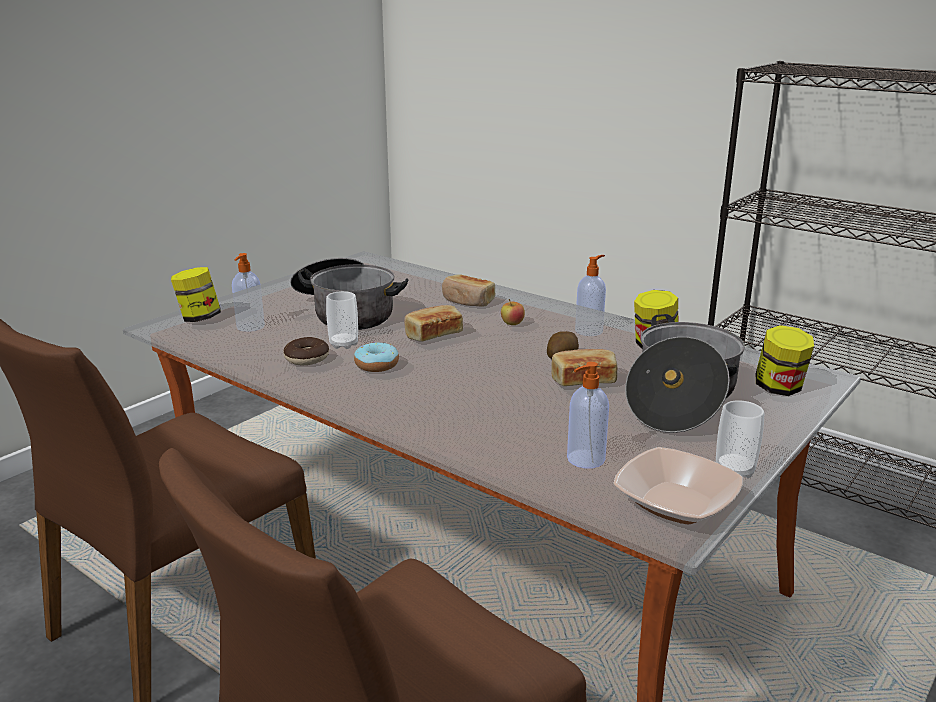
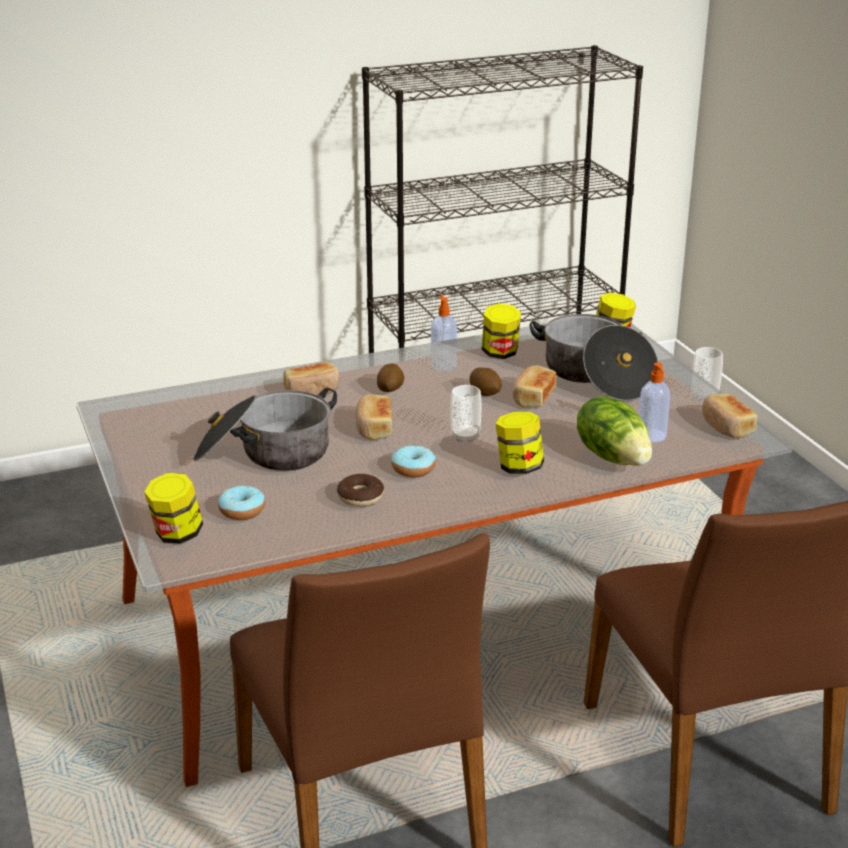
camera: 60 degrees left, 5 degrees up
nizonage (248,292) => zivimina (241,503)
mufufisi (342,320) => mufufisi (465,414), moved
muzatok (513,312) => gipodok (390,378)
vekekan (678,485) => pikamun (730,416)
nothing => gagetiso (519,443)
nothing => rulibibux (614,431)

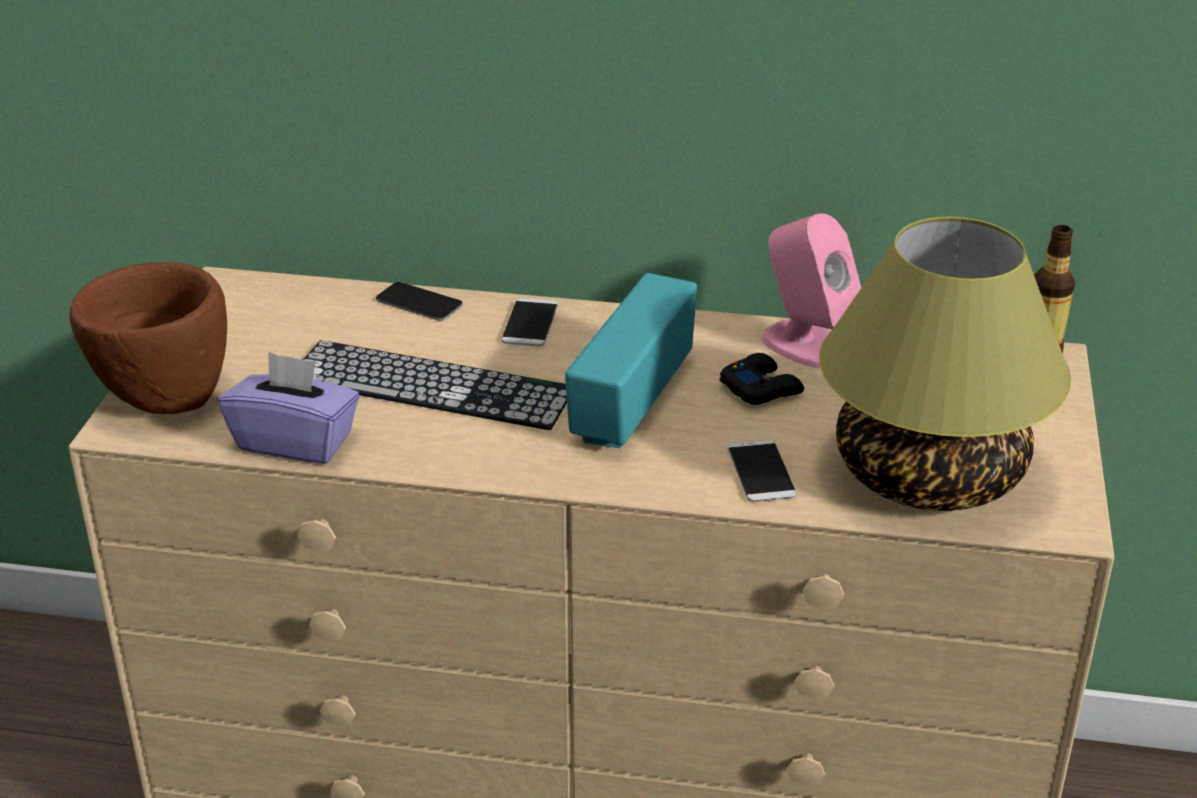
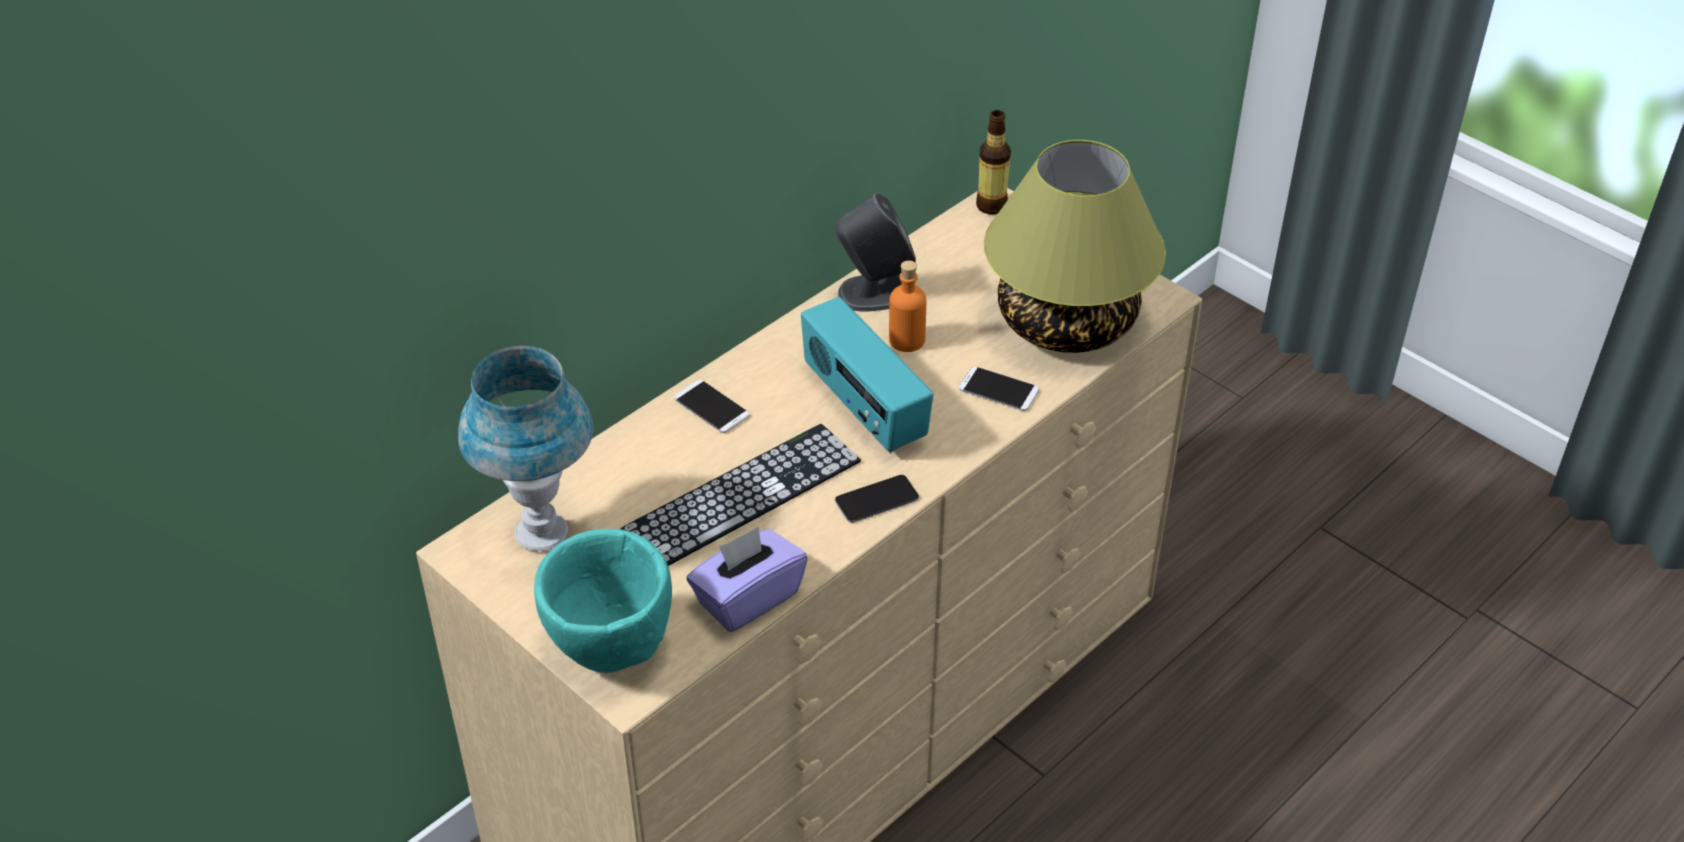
camera: 55 degrees left, 10 degrees up
vekekan (brown) (148,338) => vekekan (turquoise) (603,601)
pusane (419,301) => pusane (877,499), moved
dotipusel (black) (762,379) => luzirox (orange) (907,306)
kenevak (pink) (811,291) => kenevak (grey) (876,252)
nothing => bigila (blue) (525,448)

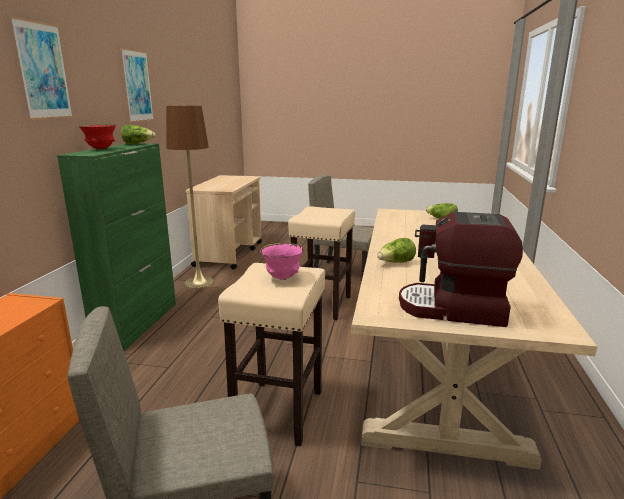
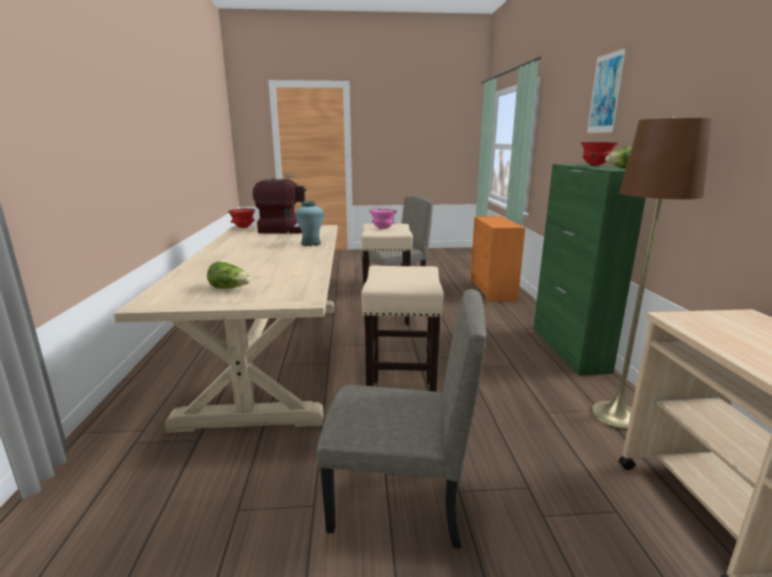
camera: 165 degrees right, 0 degrees up
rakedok (137,85) => nothing
rulibibux (396,250) => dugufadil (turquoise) (309,223)
nothing => vekekan (red) (241,218)

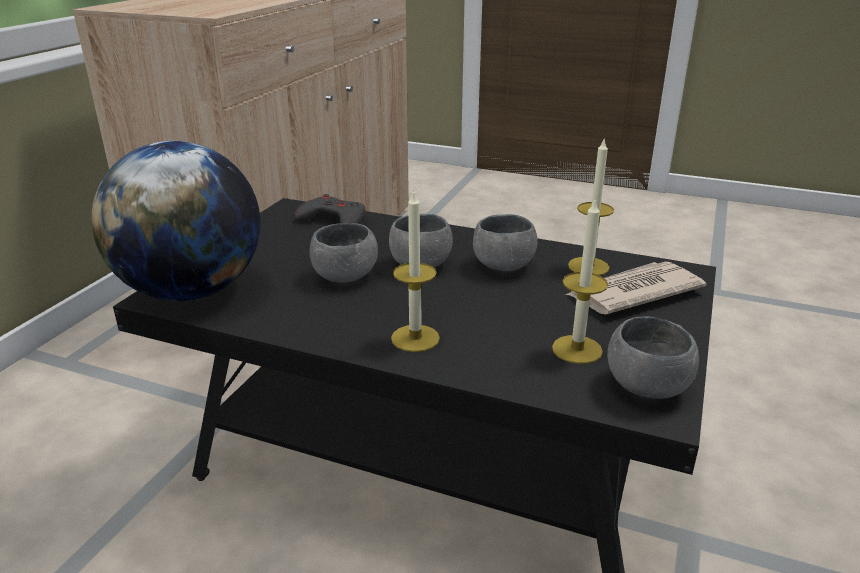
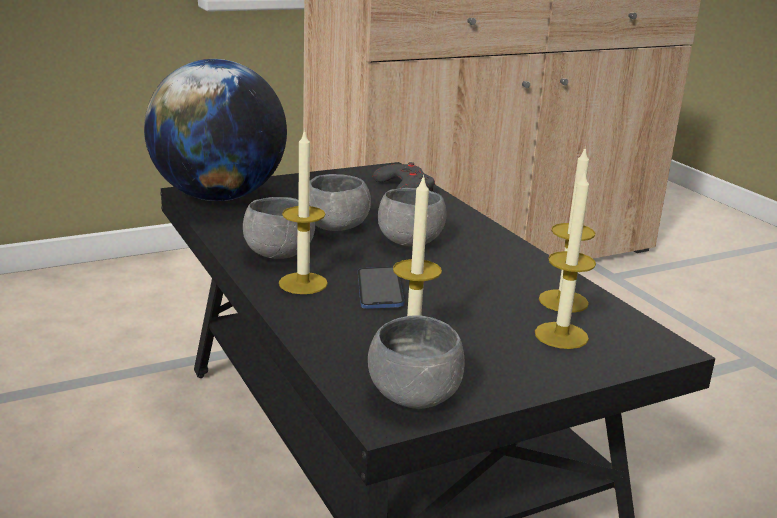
camera: 40 degrees right, 5 degrees down
vekekan (grey) (505,242) => vekekan (grey) (279,228), moved
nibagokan (635,288) => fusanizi (565,260)
nothing => pusane (381,288)

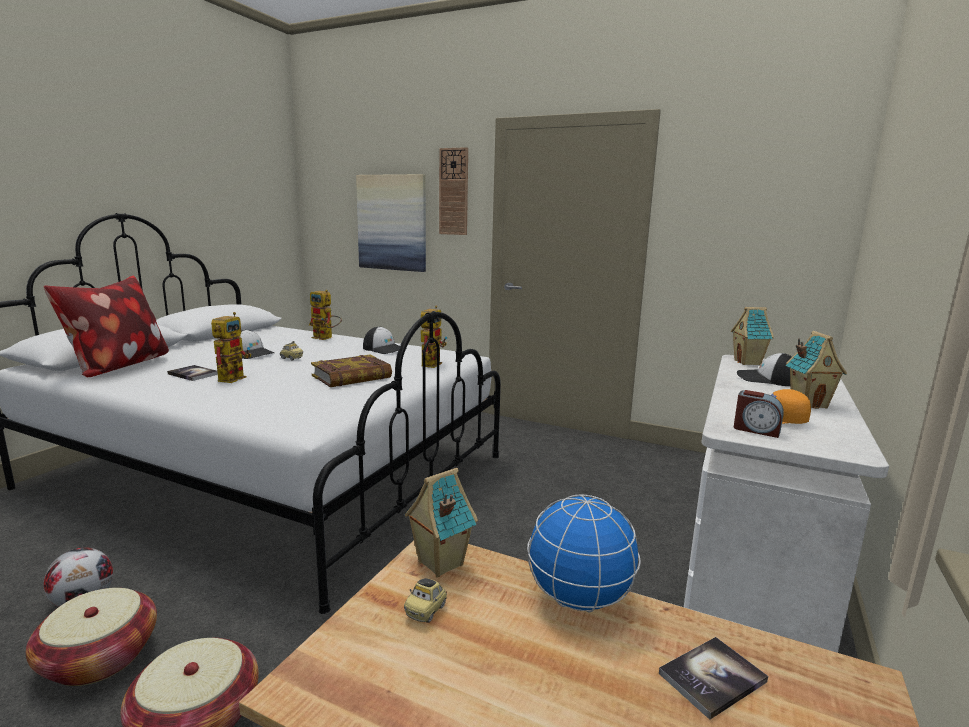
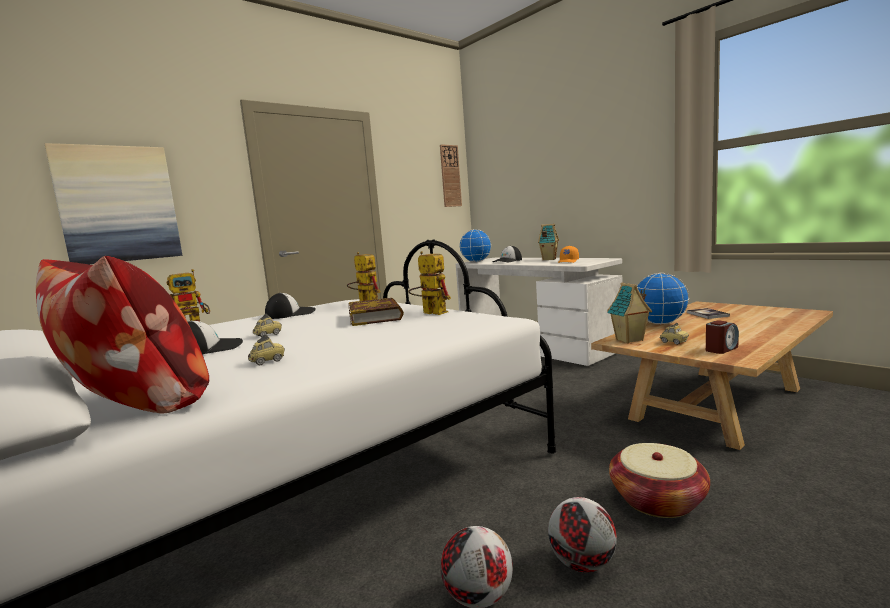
camera: 65 degrees left, 5 degrees down
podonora (91,637) => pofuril (582,534)
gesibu (192,373) => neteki (266,349)
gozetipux (231,347) => gozetipux (429,283), moved
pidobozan (453,191) => pidobozan (451,175), moved
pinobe (752,336) => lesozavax (476,245)
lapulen (759,414) => lapulen (722,337), moved

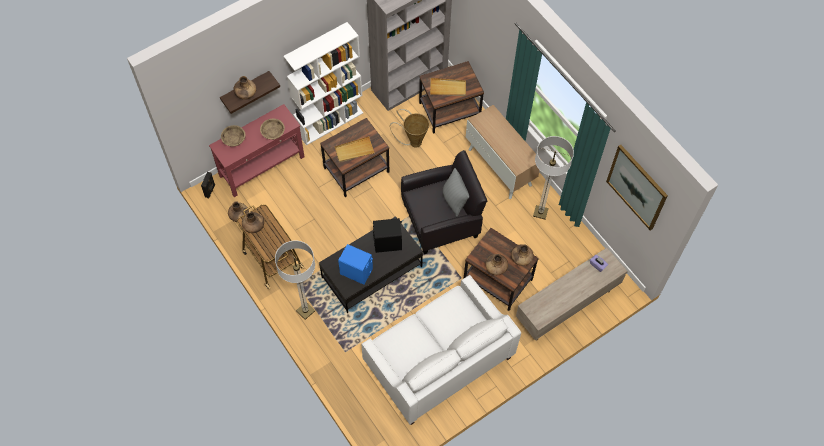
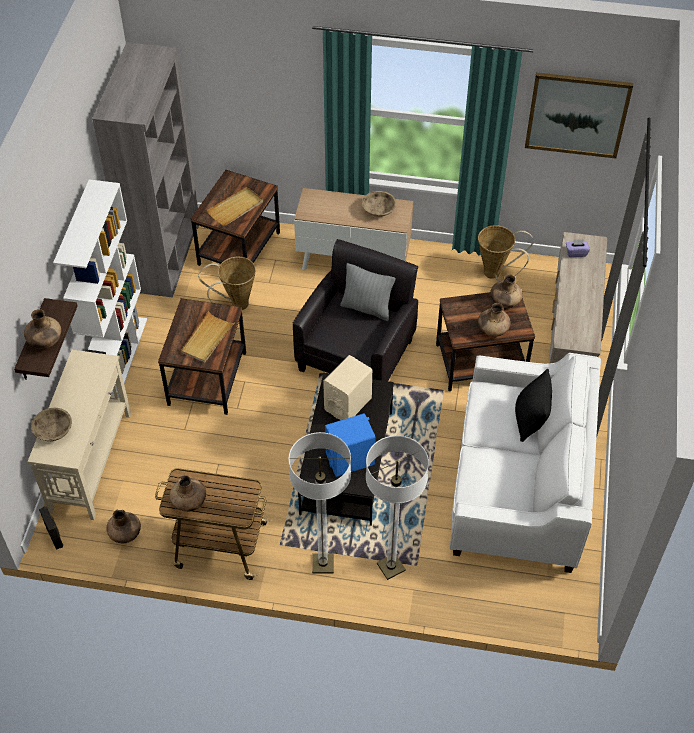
camera: 45 degrees left, 10 degrees down
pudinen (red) (256,150) => pudinen (beige) (79,435)
vekekan (beige) (272,129) => vekekan (beige) (379,204), moved
kenevak (black) (387,235) => kenevak (beige) (347,387)
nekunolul (553,178) => nekunolul (397,508), moved
nothing => podonora (506,253)
nothing => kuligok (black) (533,405)

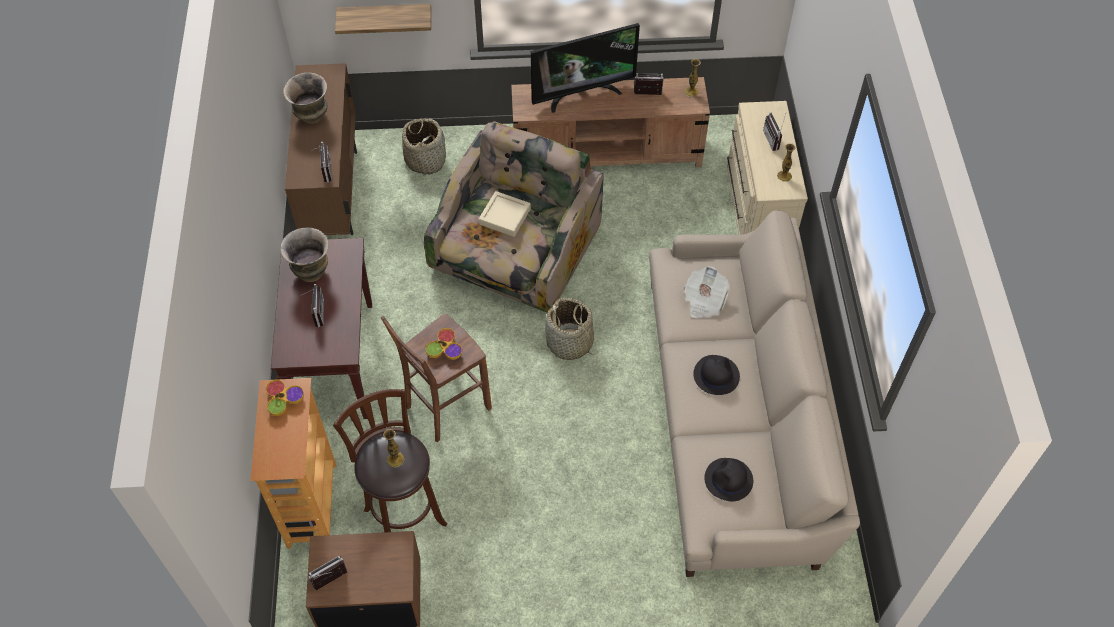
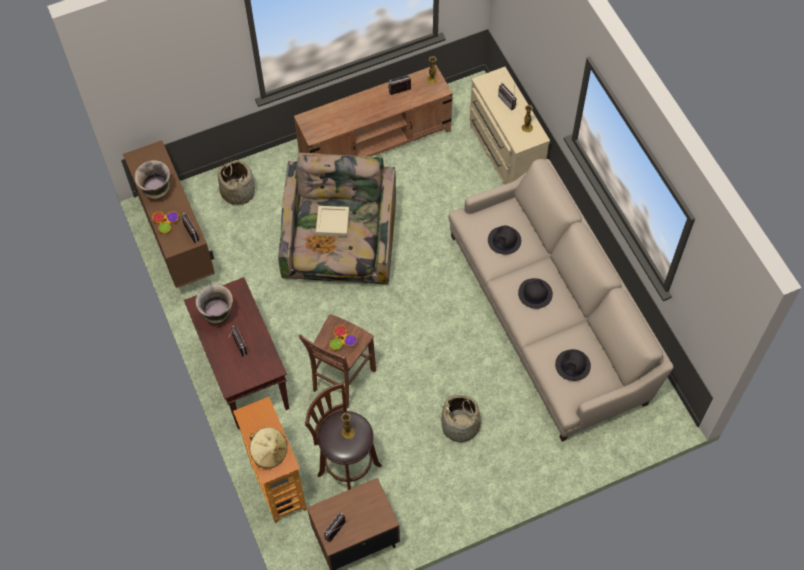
camera: 20 degrees left, 5 degrees up
vekekan (285,398) => vekekan (165,222), moved
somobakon (383,19) => nothing
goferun (585,68) => nothing
podonora (570,329) => podonora (463,419), moved
nibagokan (707,292) => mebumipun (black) (504,240)
nothing => mebumipun (beige) (268,447)

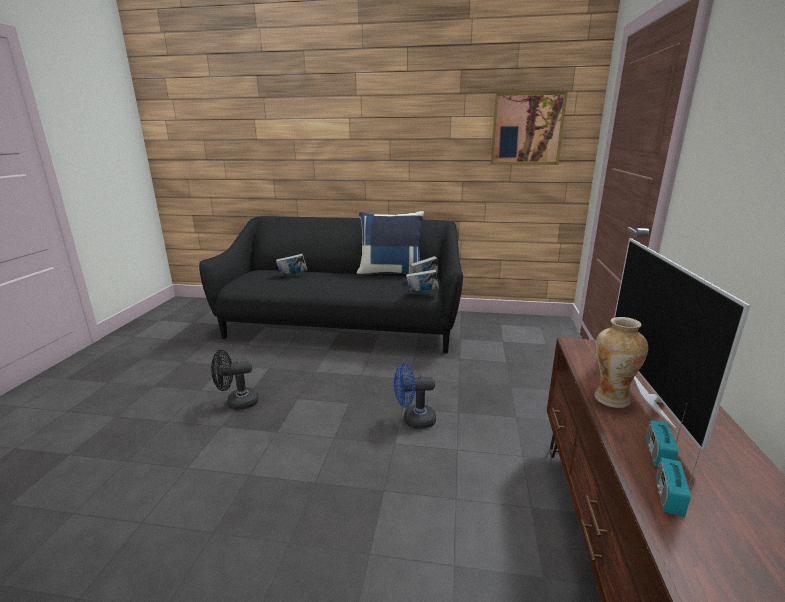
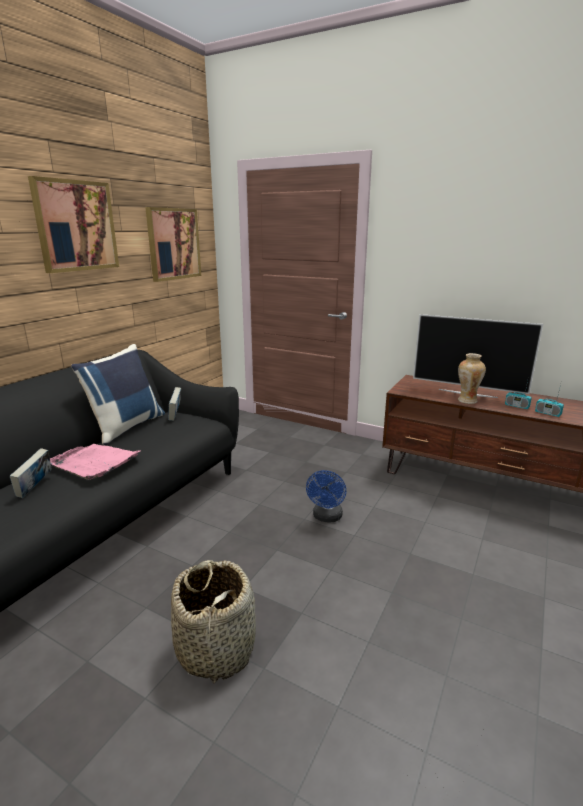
camera: 70 degrees left, 0 degrees up
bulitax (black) (235,380) => podonora (213,621)
gesibu (422,281) => nothing
nothing => rakedok (73,224)
nothing => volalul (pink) (95,462)

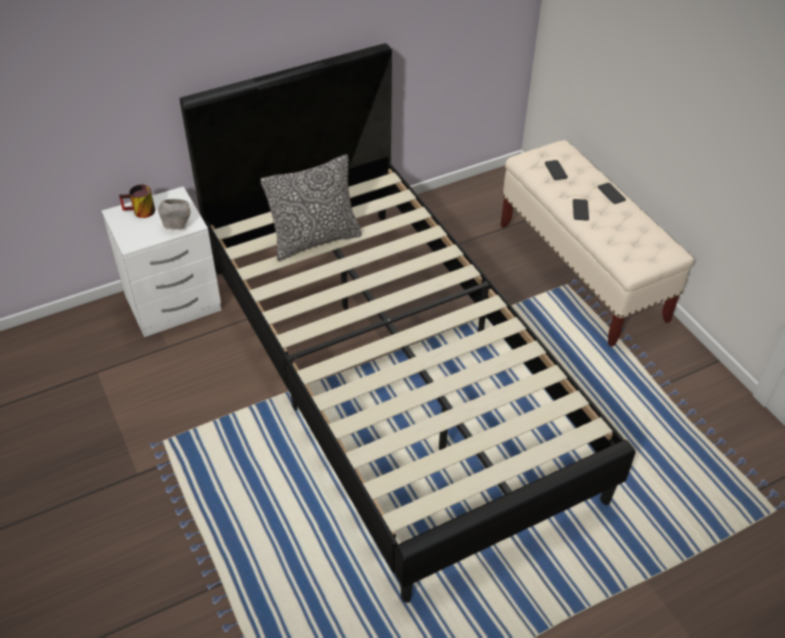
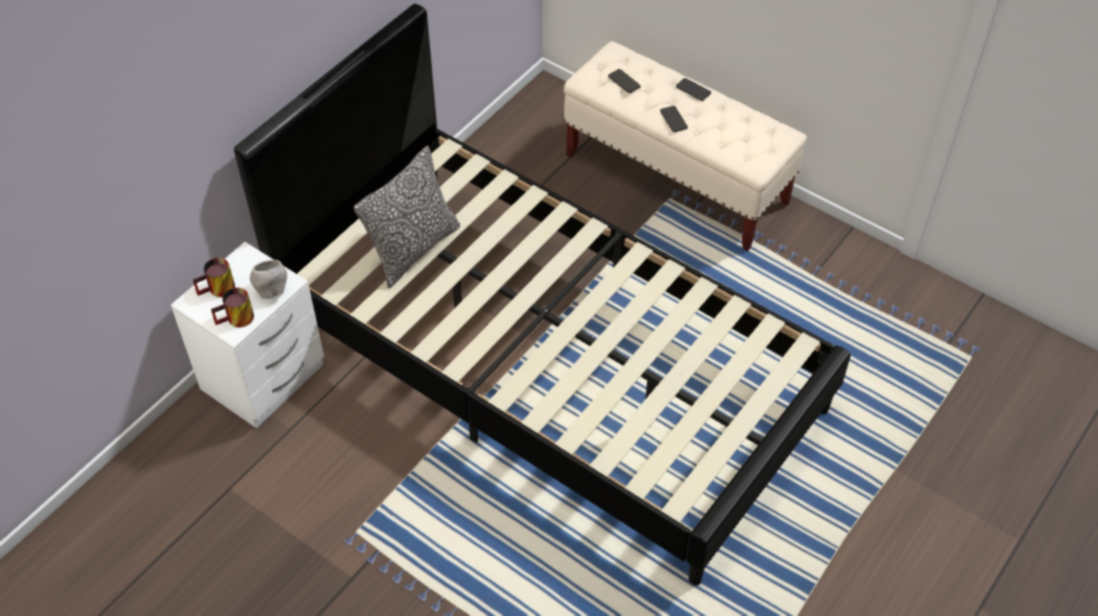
camera: 25 degrees left, 5 degrees up
nothing => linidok (232,307)

